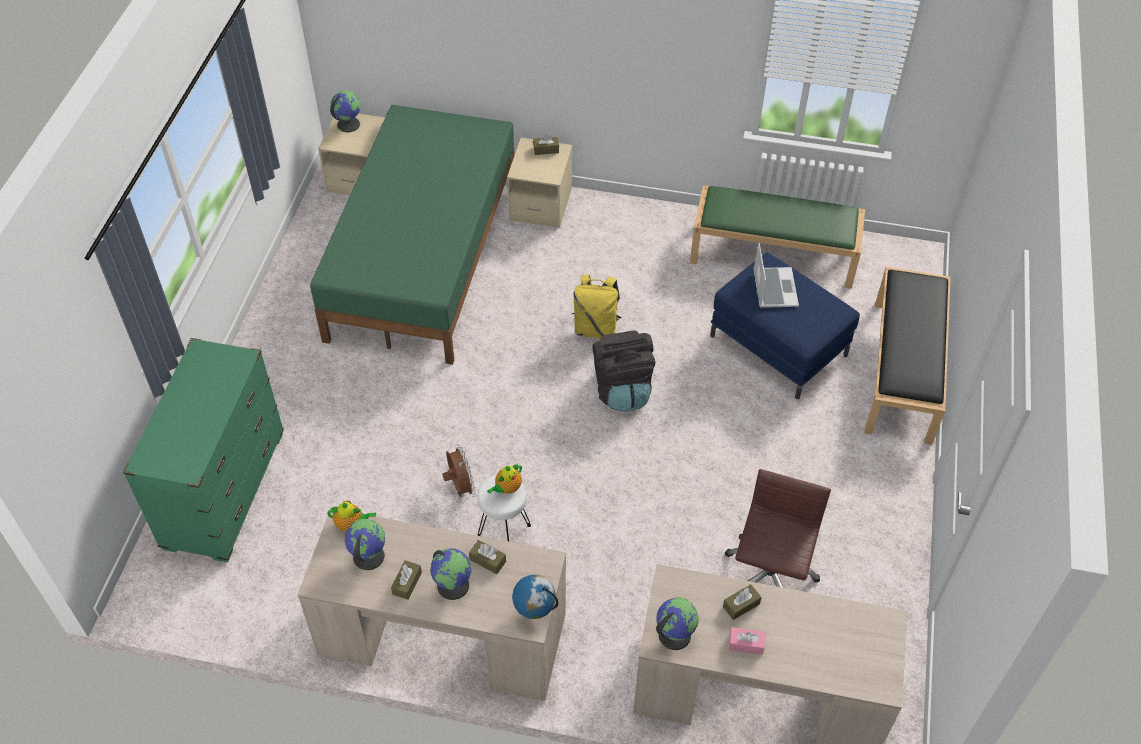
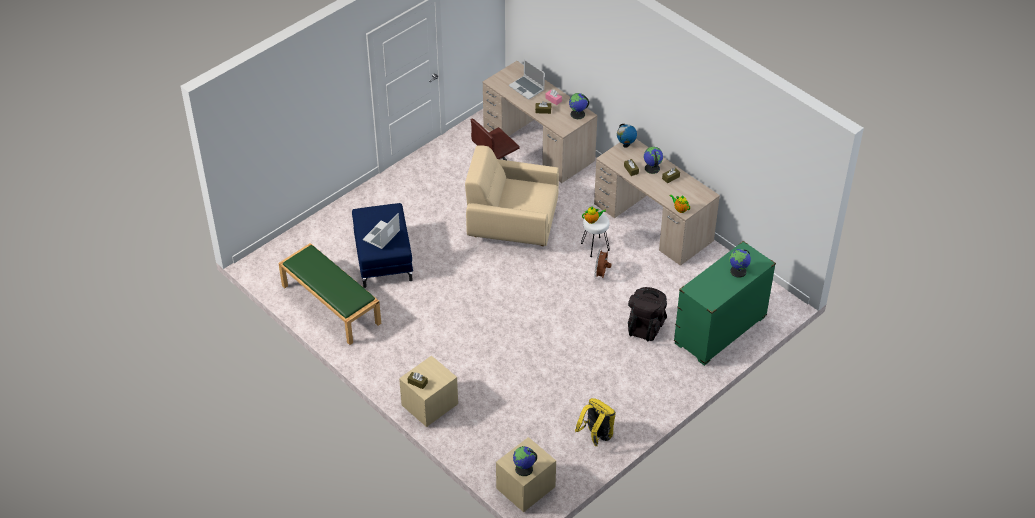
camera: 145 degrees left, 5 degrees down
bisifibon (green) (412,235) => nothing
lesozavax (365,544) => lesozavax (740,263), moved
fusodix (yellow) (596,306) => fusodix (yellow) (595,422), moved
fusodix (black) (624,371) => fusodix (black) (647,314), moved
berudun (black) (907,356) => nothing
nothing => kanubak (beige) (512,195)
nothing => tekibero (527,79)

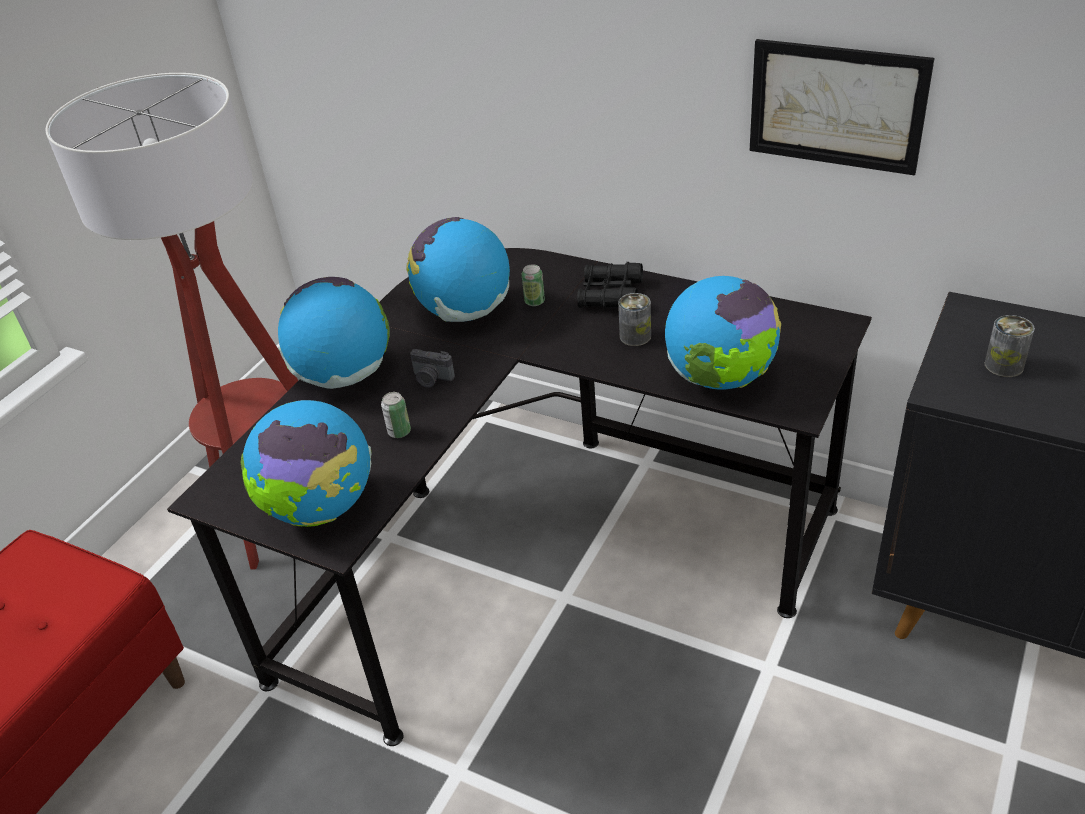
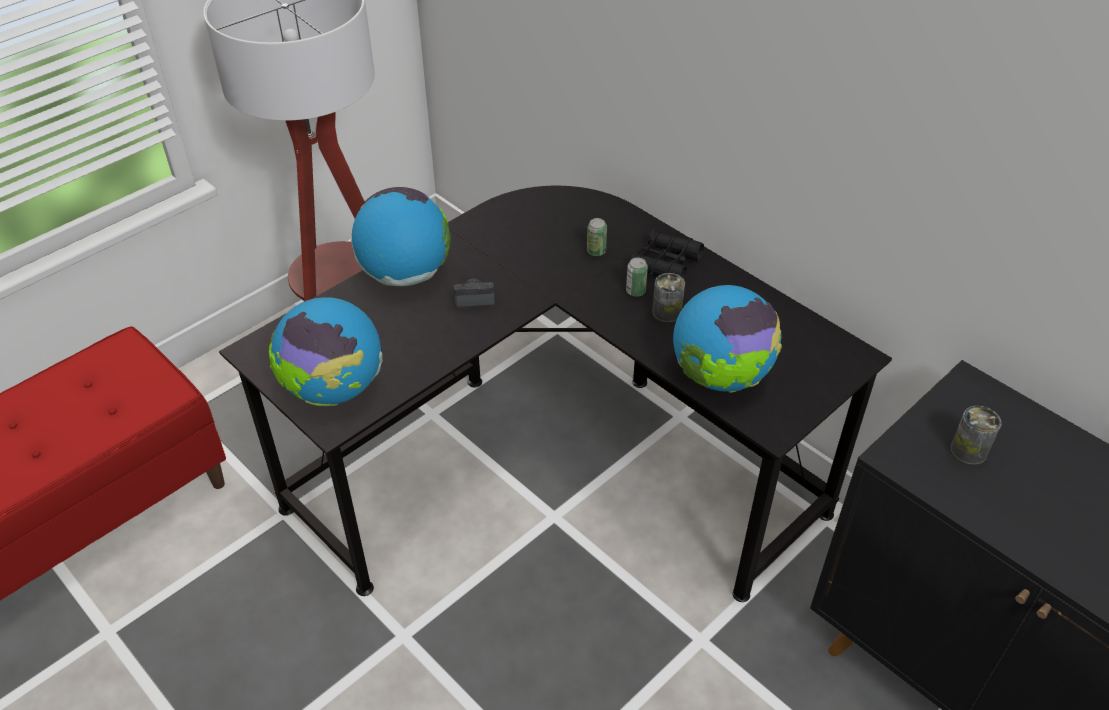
camera: 15 degrees right, 5 degrees up
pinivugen (396,415) => pinivugen (637,277), moved
lesozavax (458,269) => nothing
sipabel (432,368) => sipabel (474,293), 135 degrees clockwise
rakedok (842,107) => nothing

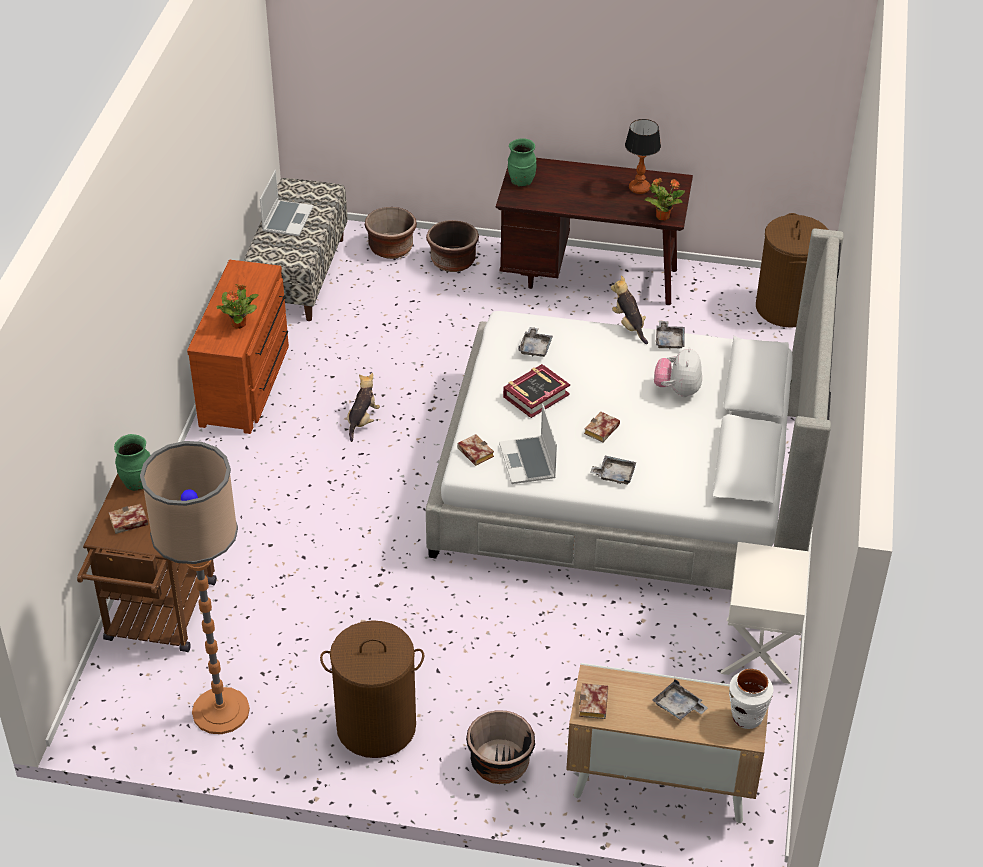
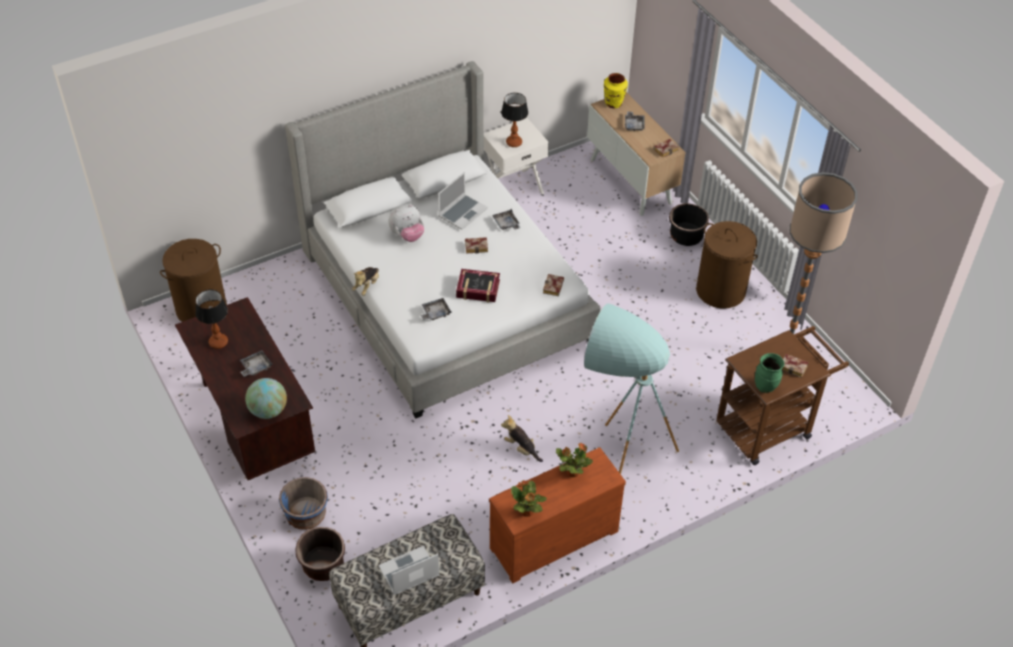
camera: 130 degrees left, 5 degrees up
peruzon (363,407) => peruzon (522,438), 60 degrees clockwise
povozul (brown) (452,246) => povozul (blue) (303,503)
tekibero (528,444) => tekibero (463,201), moved
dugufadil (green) (522,162) => lesozavax (266,398)
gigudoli (664,199) => gigudoli (529,499), moved
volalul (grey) (670,335) => volalul (grey) (256,363), moved
dugufadil (white) (751,699) => dugufadil (yellow) (616,90)
nothing => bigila (514,120)
nothing => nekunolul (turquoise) (631,388)

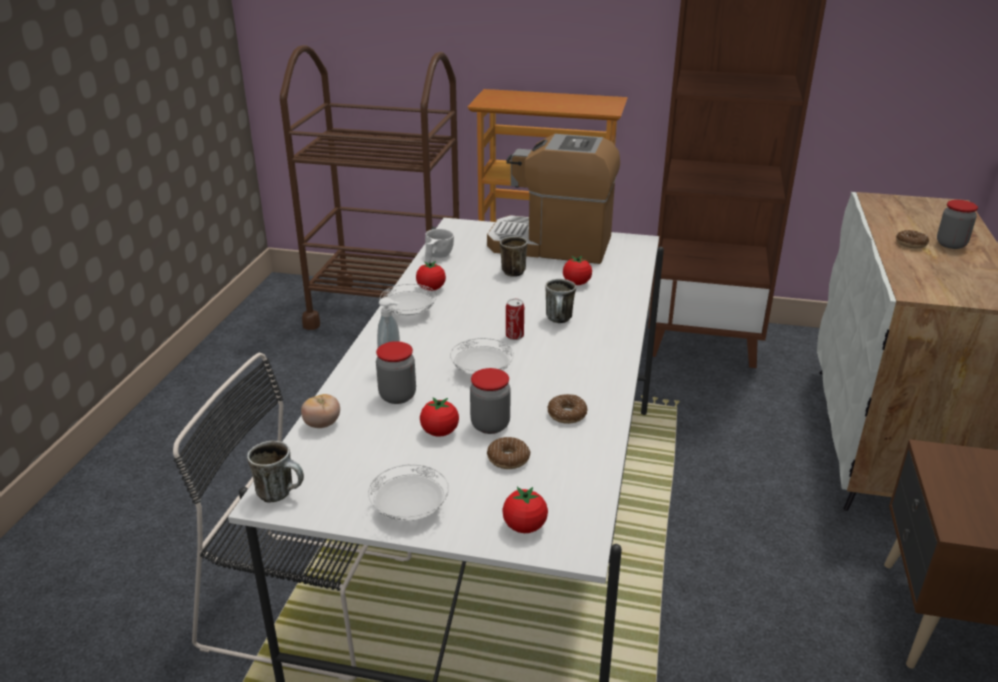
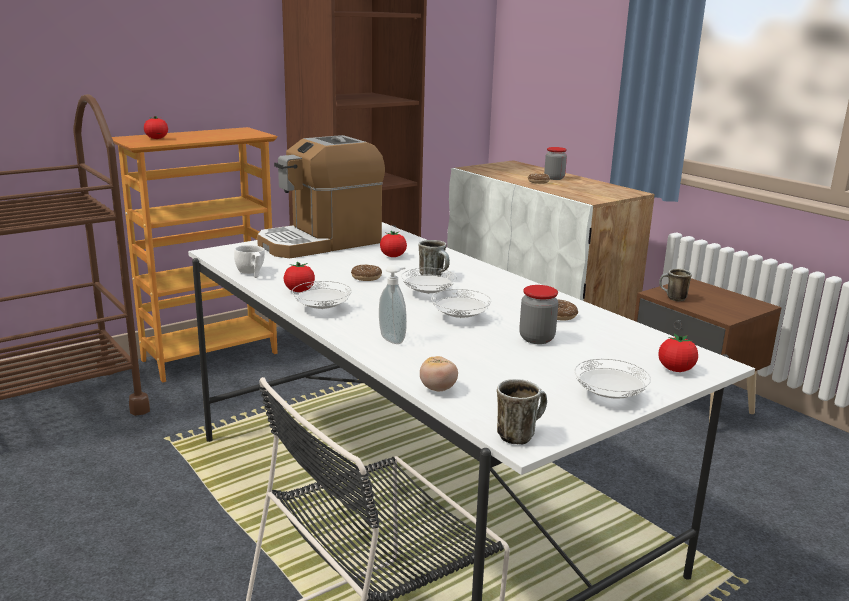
camera: 50 degrees left, 10 degrees down
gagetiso (396,372) => nothing
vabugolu (439,417) => vabugolu (156,127), moved
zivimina (508,453) => zivimina (366,272), moved
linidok (514,256) => linidok (675,285), moved
pinivugen (515,319) => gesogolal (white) (429,281)

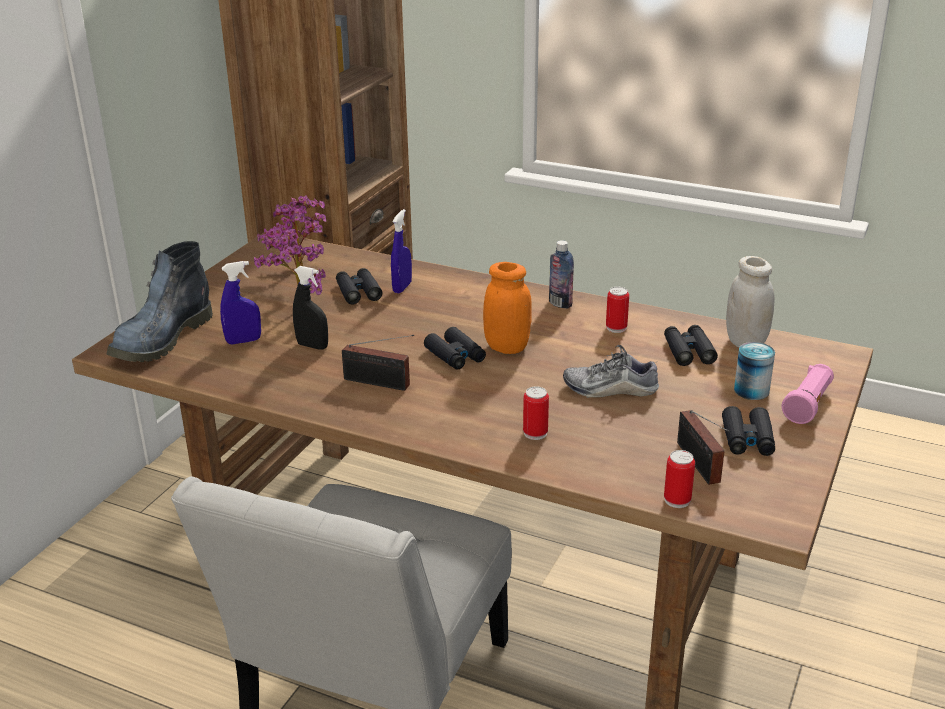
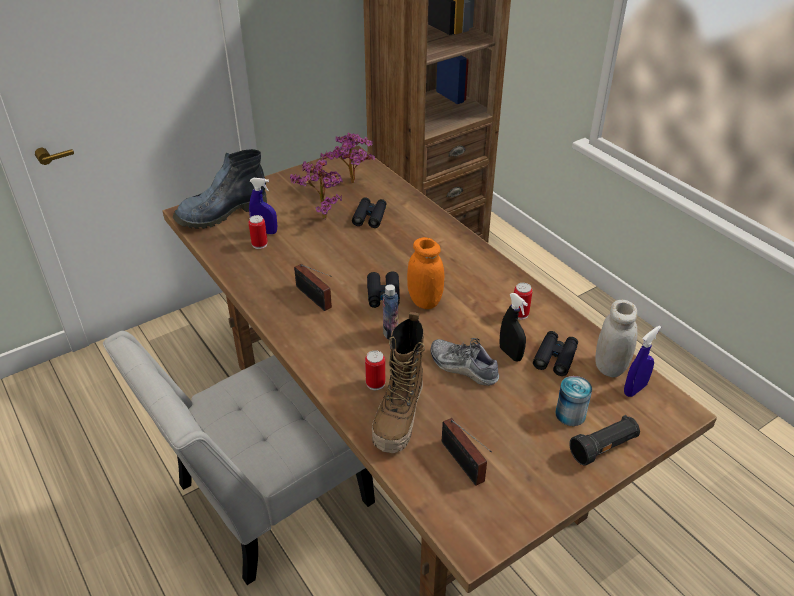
camera: 30 degrees right, 10 degrees up
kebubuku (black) (310,308) => kebubuku (black) (513,327), moved
kebubuku (blue) (401,251) => kebubuku (blue) (642,361), moved
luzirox (561,274) => luzirox (390,312), moved
pinivugen (679,479) => pinivugen (258,232), moved
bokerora (703,447) => bokerora (467,452), 45 degrees counterclockwise
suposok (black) (748,431) => nothing
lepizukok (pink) (808,394) => lepizukok (black) (604,440)
nothing => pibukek (398,382)

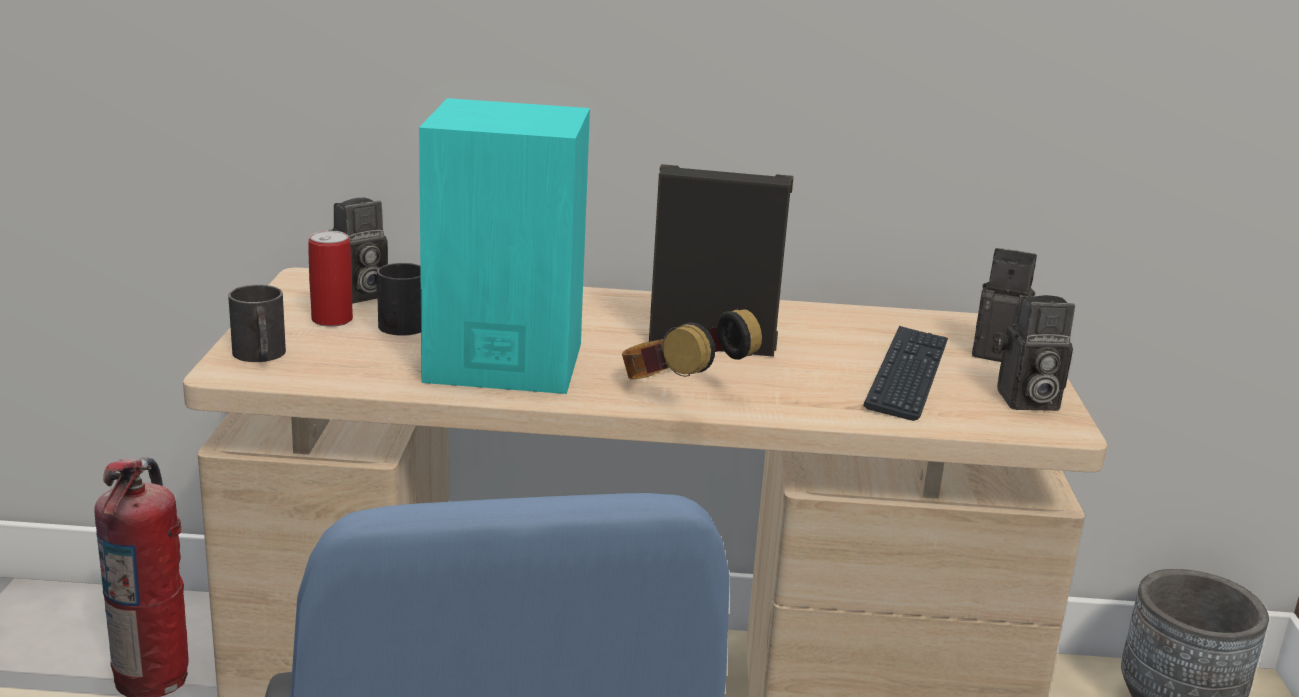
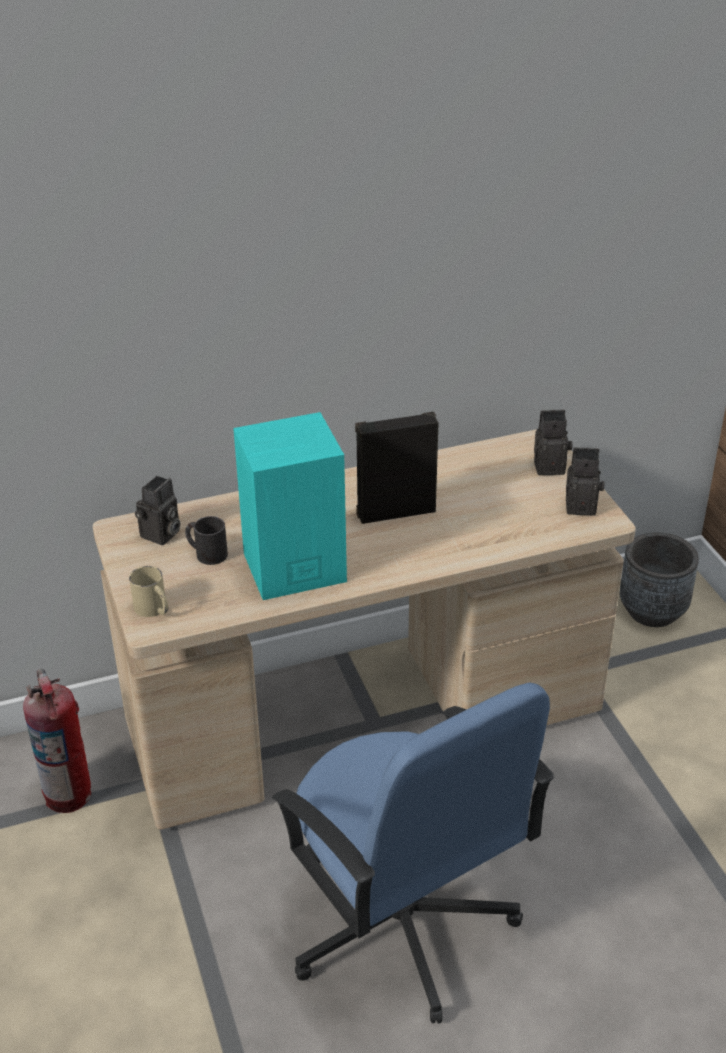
camera: 20 degrees left, 15 degrees up
linidok (black) (257,323) => linidok (beige) (148,591)
pinivugen (330,279) => nothing
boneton (692,343) => nothing
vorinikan (905,373) => nothing
sipabel (1036,353) => sipabel (585,481), 150 degrees counterclockwise

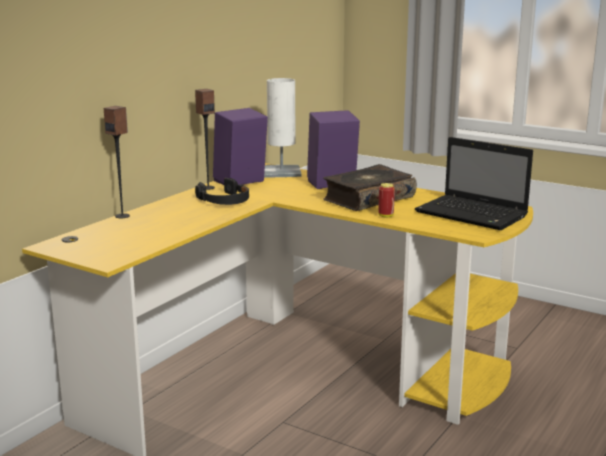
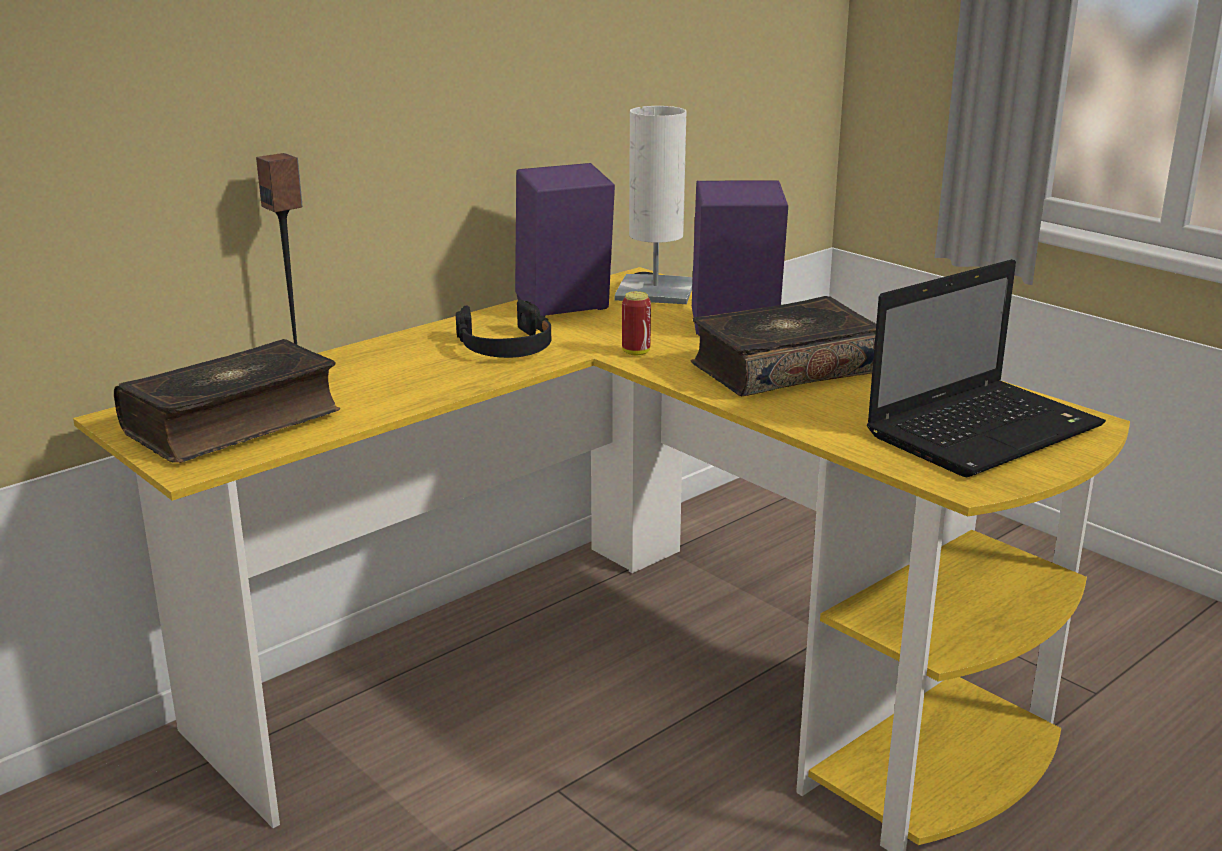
camera: 15 degrees right, 5 degrees up
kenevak (205,139) => nothing
pinivugen (386,200) => pinivugen (636,323), moved
tekibero (474,183) => tekibero (986,368), 90 degrees counterclockwise
nothing => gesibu (227,401)

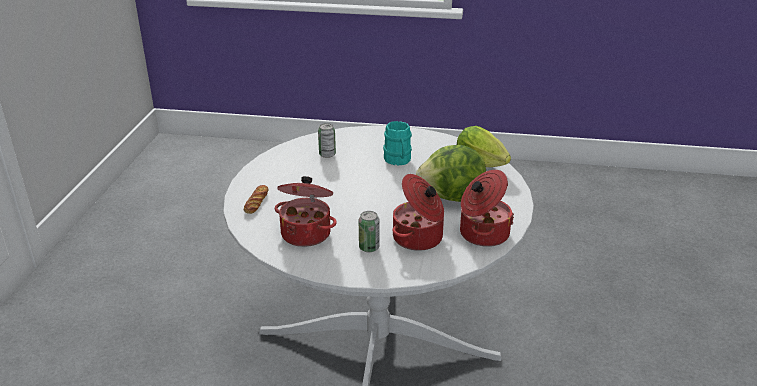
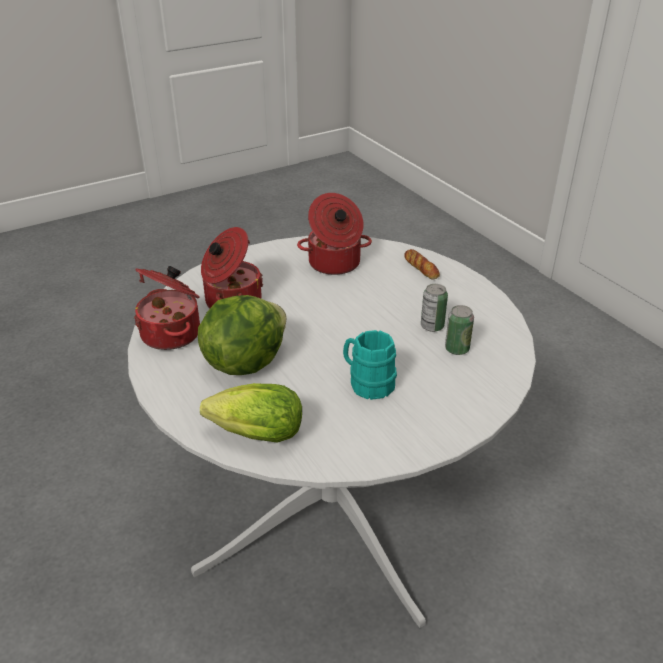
camera: 140 degrees right, 5 degrees up
pinivugen (369,231) => pinivugen (434,308), moved

